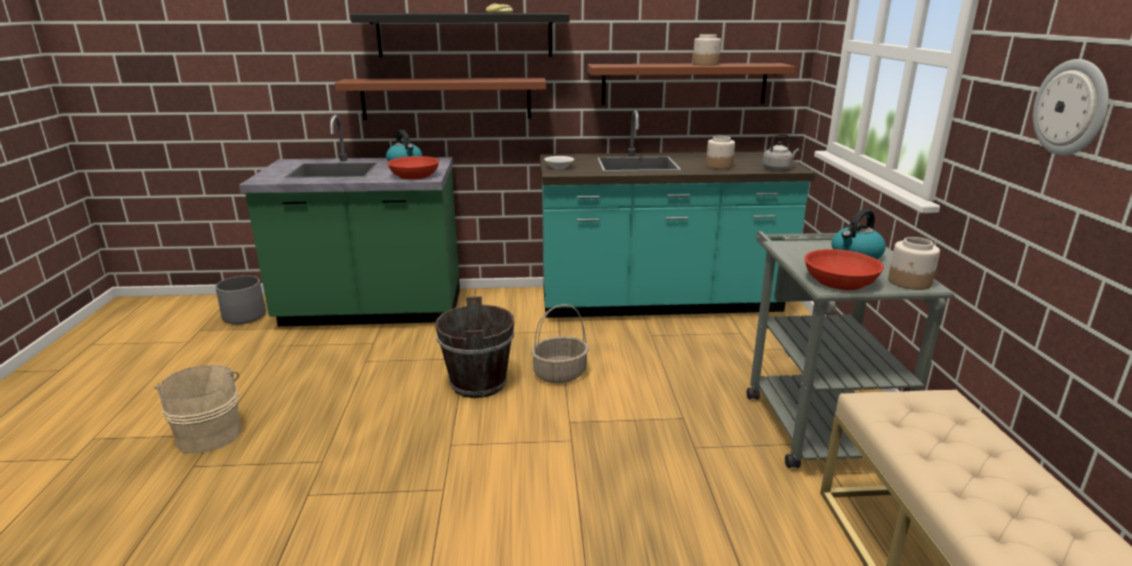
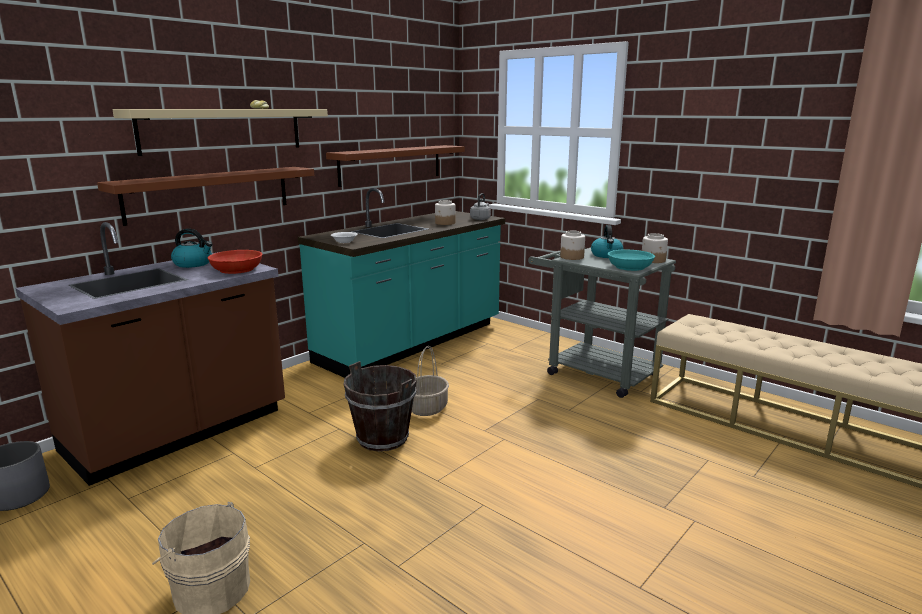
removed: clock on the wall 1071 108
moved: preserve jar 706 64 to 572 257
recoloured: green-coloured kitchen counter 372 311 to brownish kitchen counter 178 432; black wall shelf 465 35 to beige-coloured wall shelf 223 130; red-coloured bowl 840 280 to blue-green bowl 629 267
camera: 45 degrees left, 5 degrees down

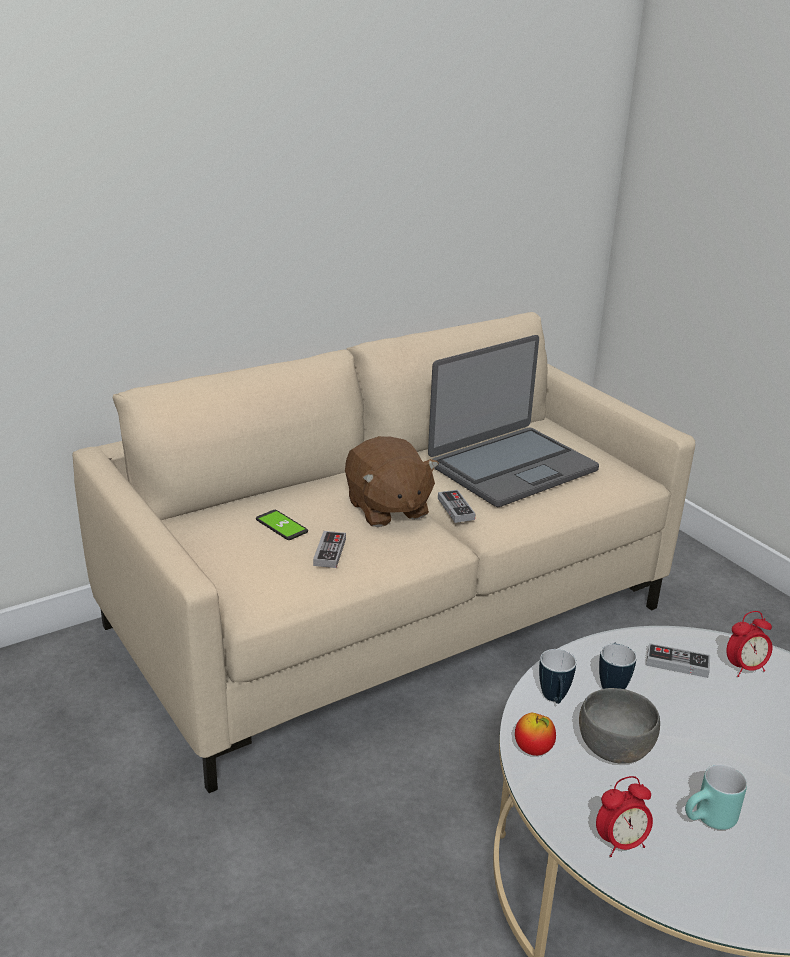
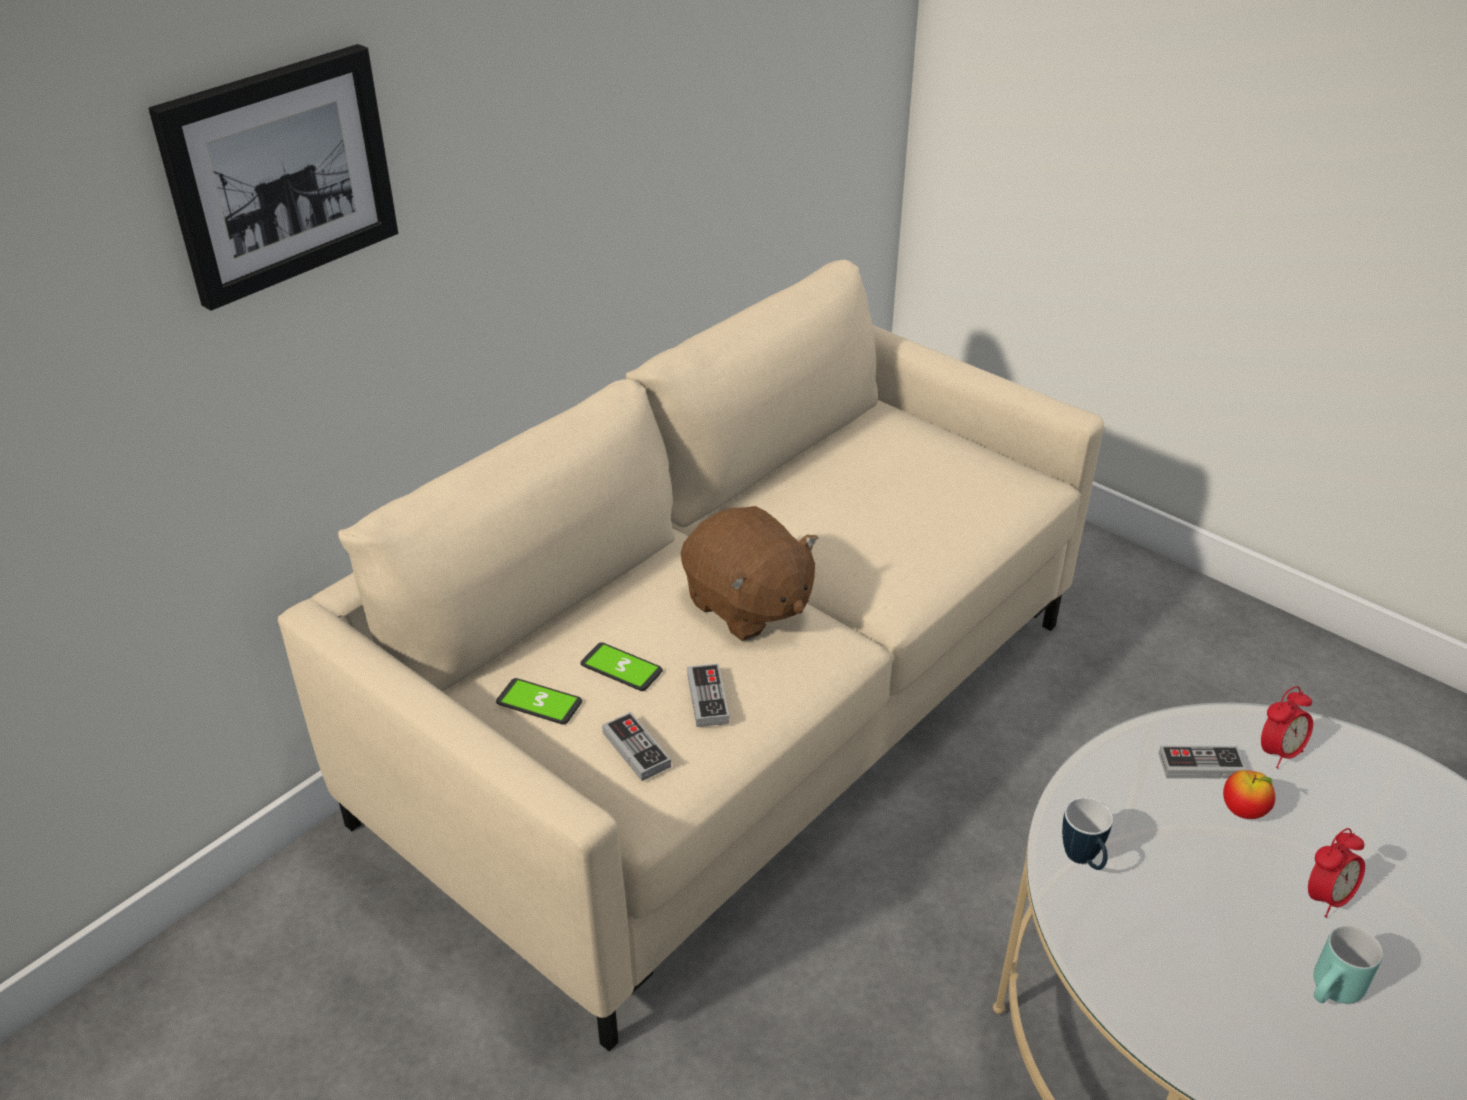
removed: portable computer 511 467; grey bowl 613 747; mug 612 685
added: wall art 279 174; telephone 539 703
moved: joypad 456 509 to 636 749; apple fruit 533 750 to 1243 811; alarm clock 620 843 to 1326 898
camera: 15 degrees left, 10 degrees up

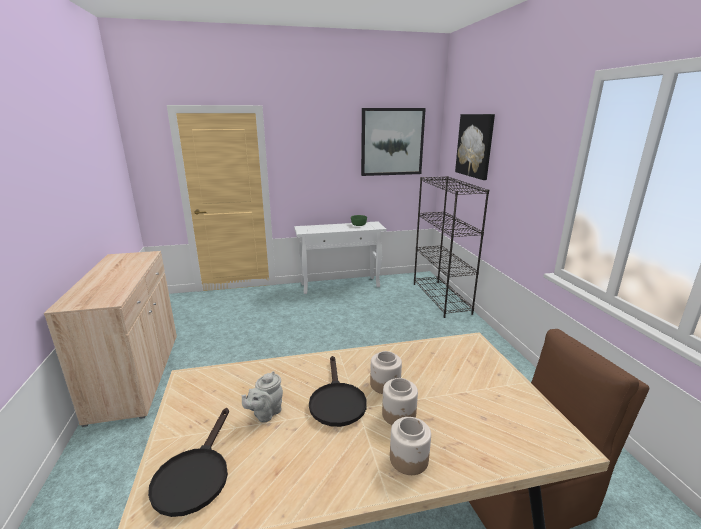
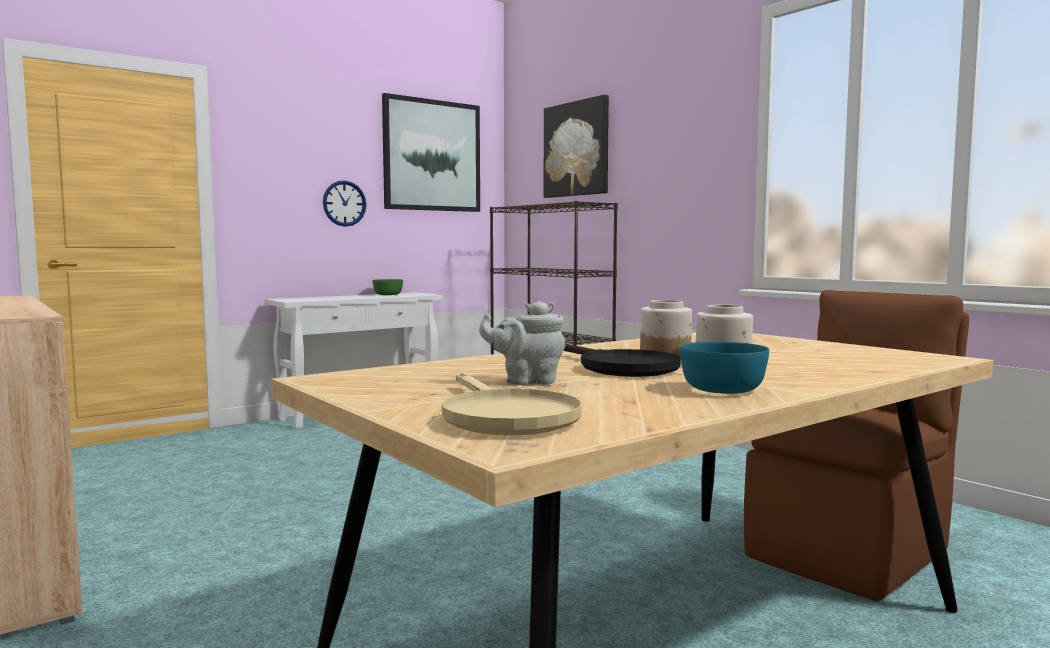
removed: preserve jar 409 458
added: clock on the wall 344 203; blue-green bowl 722 389
recoloured: black frying pan 195 474 to beige-coloured frying pan 503 416
turned: grey tea pot 265 413 = 527 381 75 degrees clockwise
camera: 25 degrees left, 15 degrees down

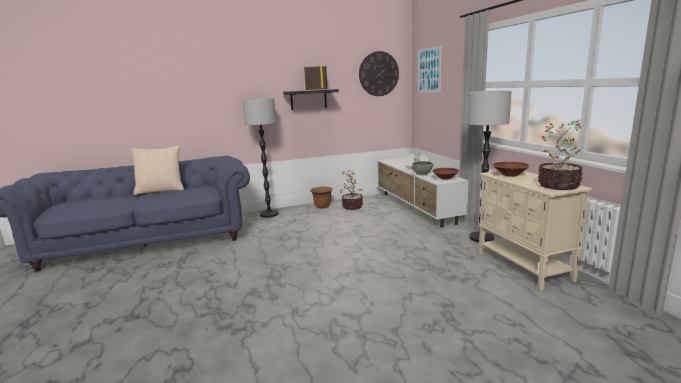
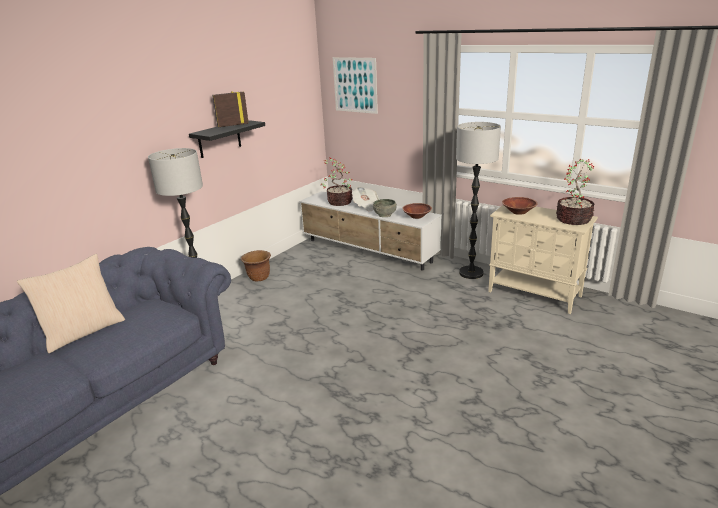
removed: clock on the wall 378 74
moved: plant in a pot 351 207 to 339 202
camera: 35 degrees left, 10 degrees up

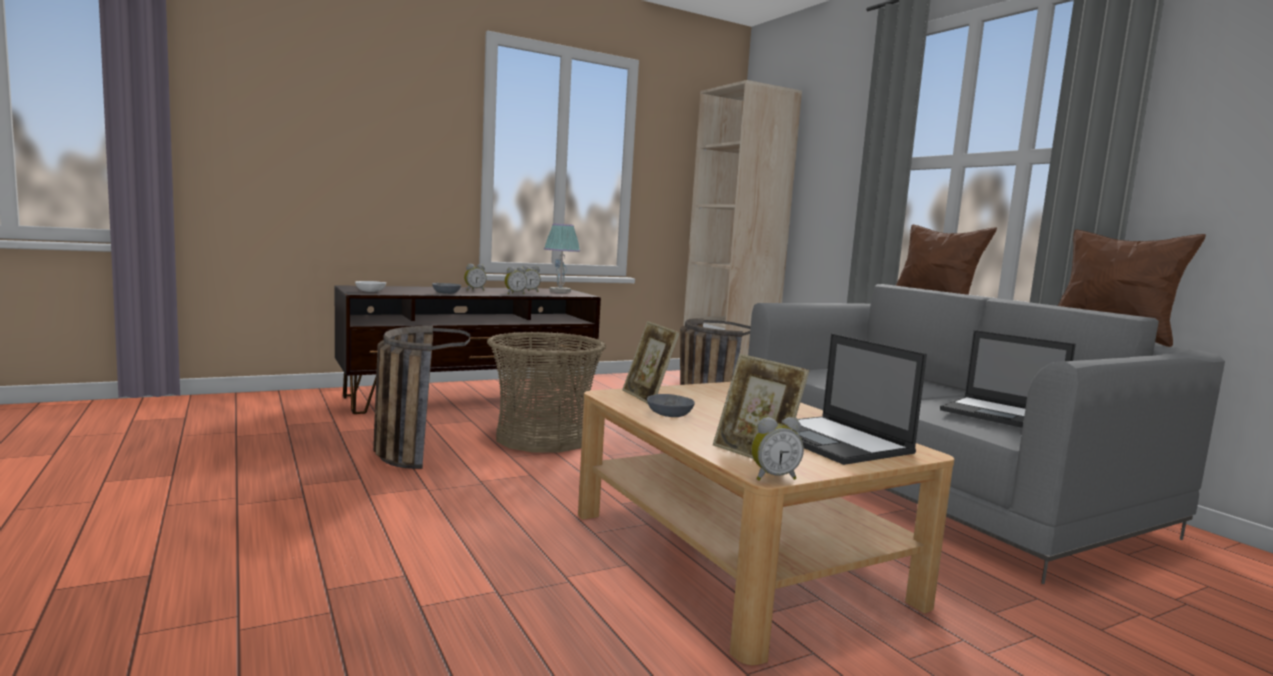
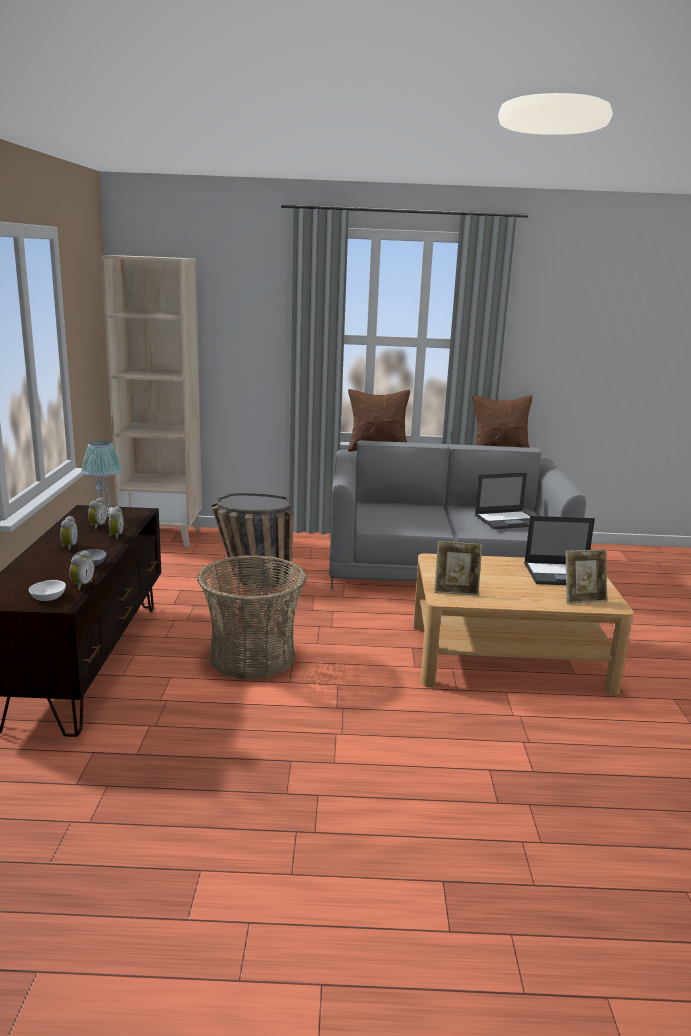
removed: storage basket 410 450; grey bowl 668 415
moved: alarm clock 773 477 to 81 585
camera: 60 degrees left, 10 degrees up

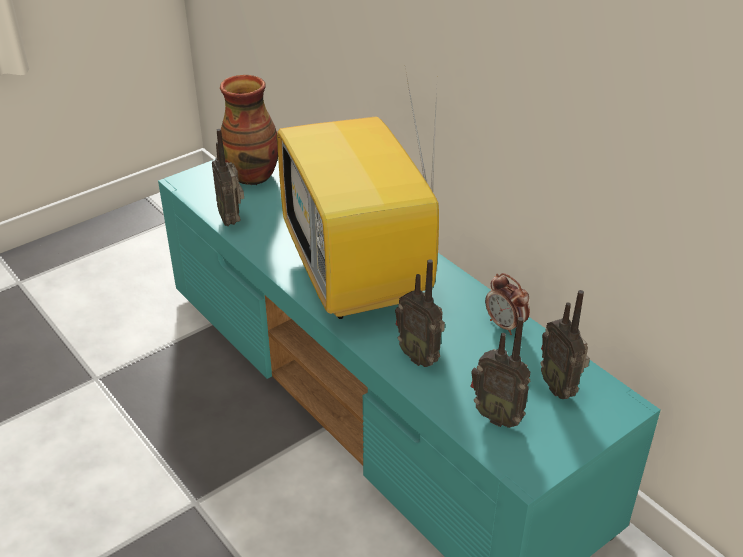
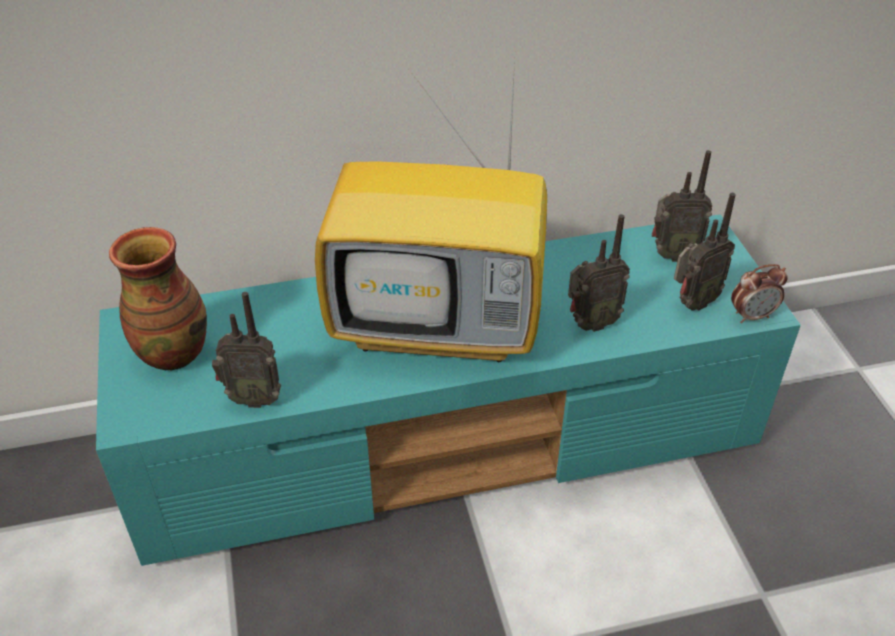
moved: alarm clock 505 325 to 752 316
camera: 65 degrees left, 5 degrees up

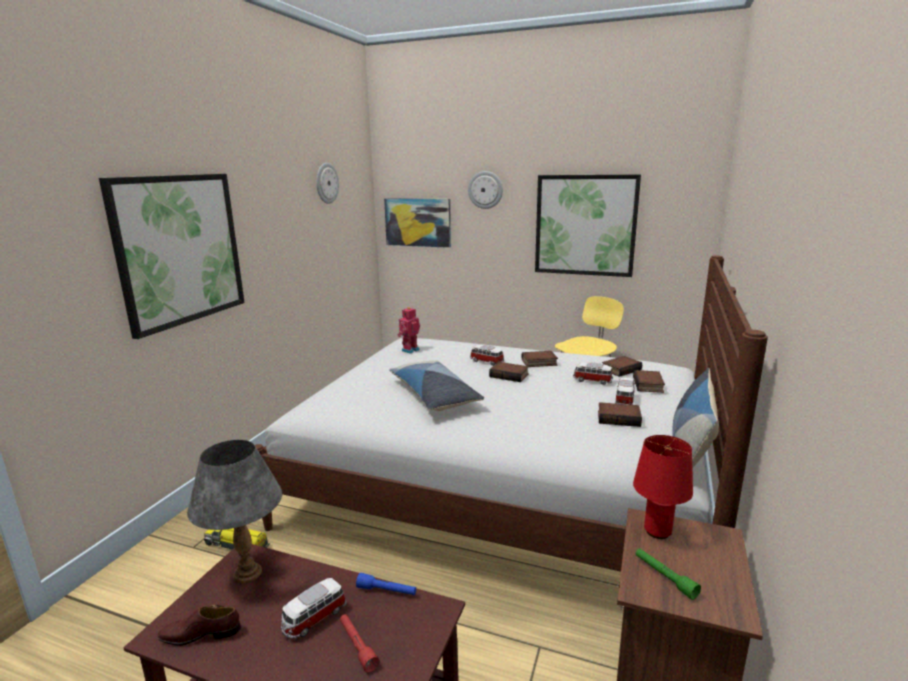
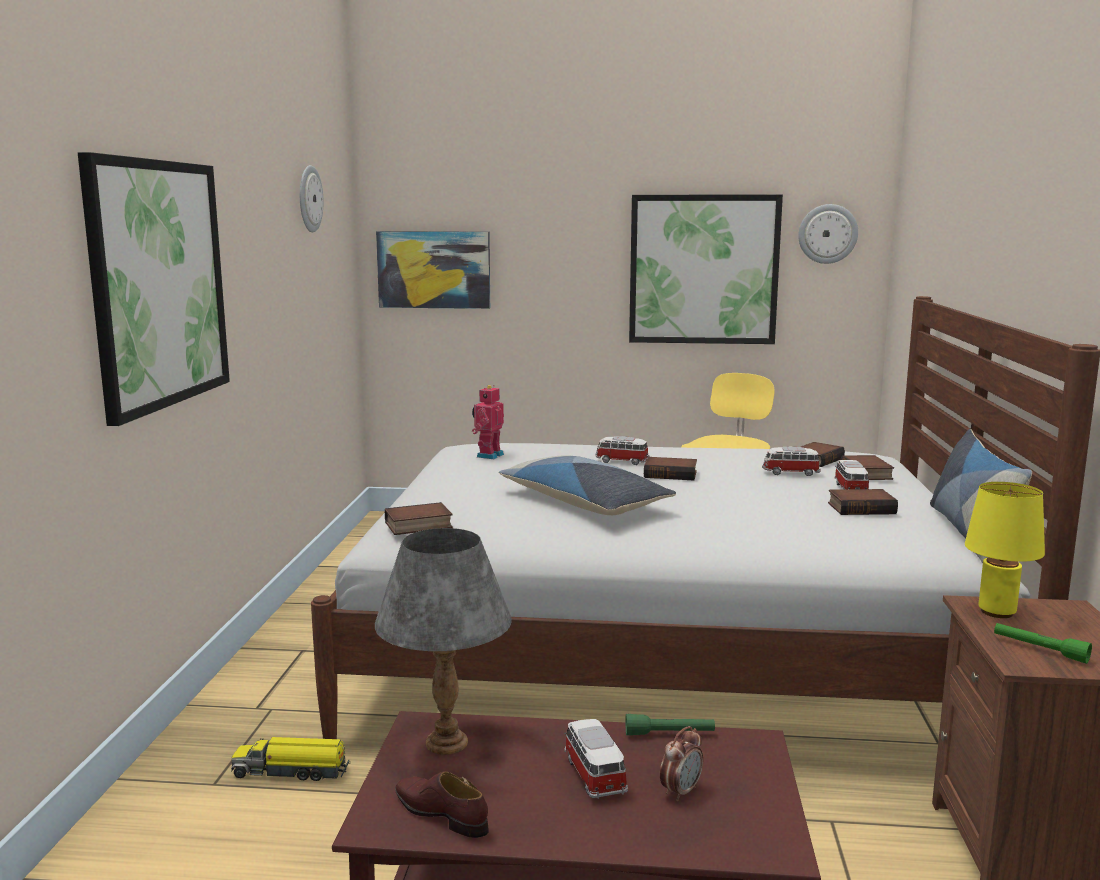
moved: clock on the wall 485 190 to 827 234; bound book 539 363 to 418 526
replaced: red-coloured torch 357 646 to alarm clock 681 791
recoloured: bluish torch 387 591 to green-coloured torch 669 734; red-coloured table lamp 658 532 to yellow table lamp 998 612
turned: brownish item of footwear 200 634 = 441 813 60 degrees clockwise; toy car 313 619 = 593 775 135 degrees clockwise
camera: 15 degrees left, 5 degrees down

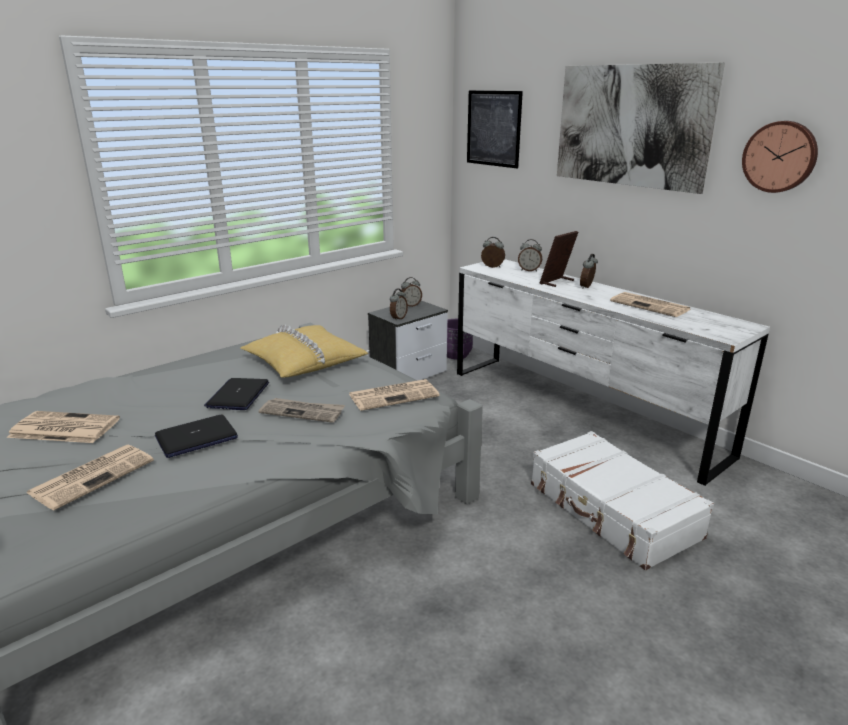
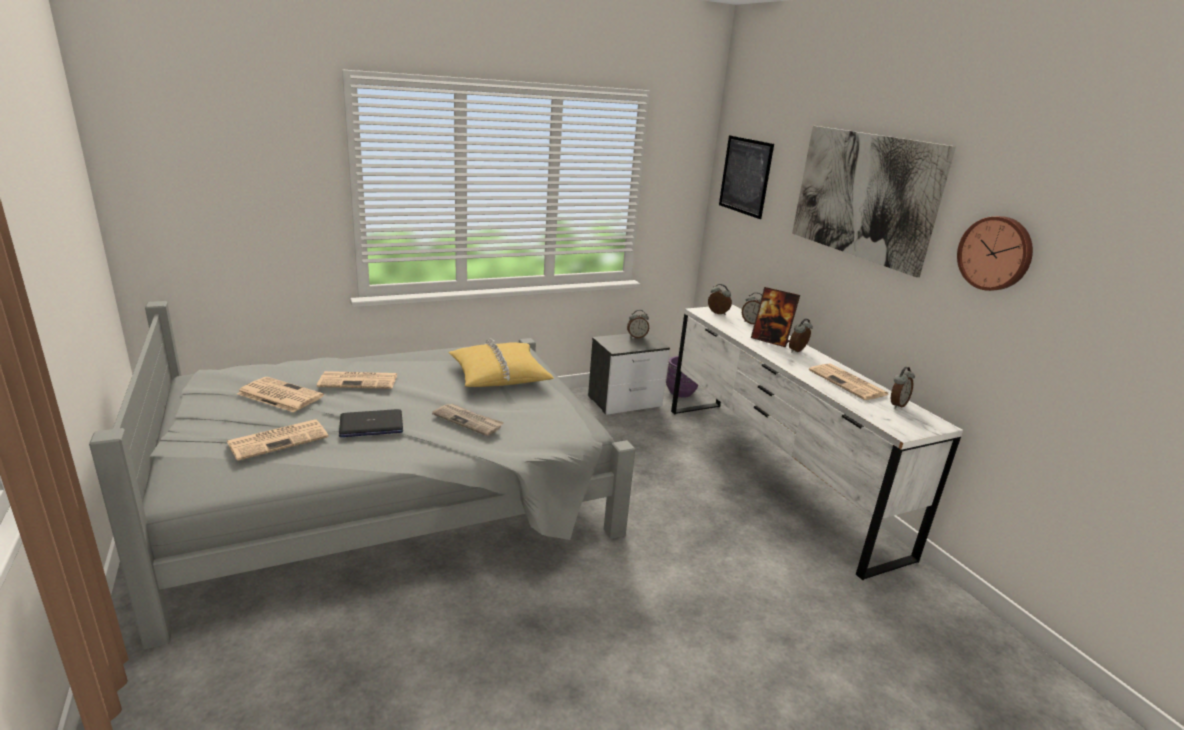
removed: portable computer 238 395; whitish piece of luggage 612 511
moved: printed paper 394 395 to 359 381; alarm clock 398 318 to 896 405
turned: picture frame 557 282 = 770 340 120 degrees counterclockwise
camera: 15 degrees right, 0 degrees up

